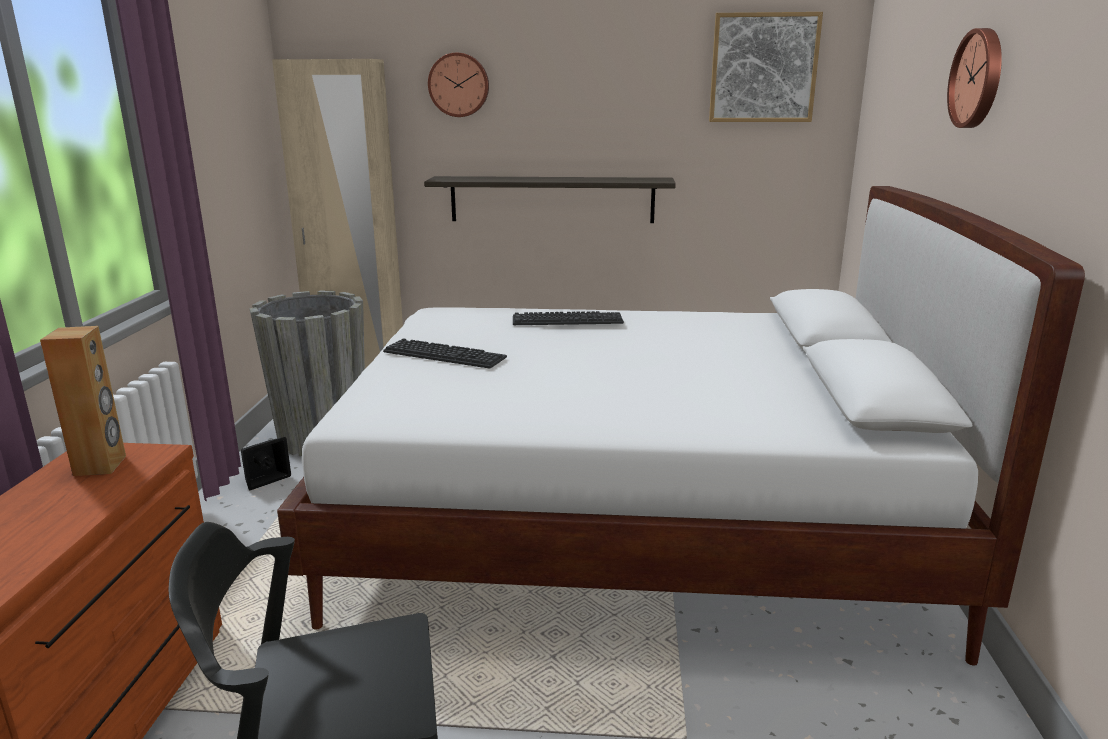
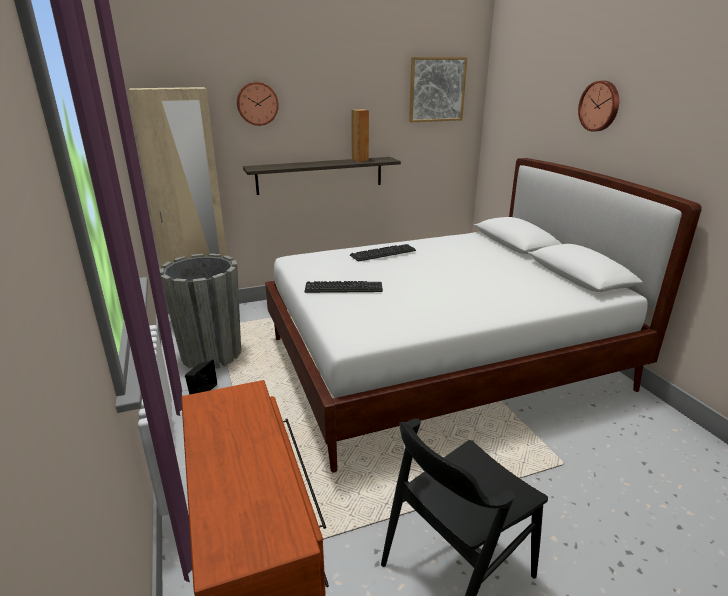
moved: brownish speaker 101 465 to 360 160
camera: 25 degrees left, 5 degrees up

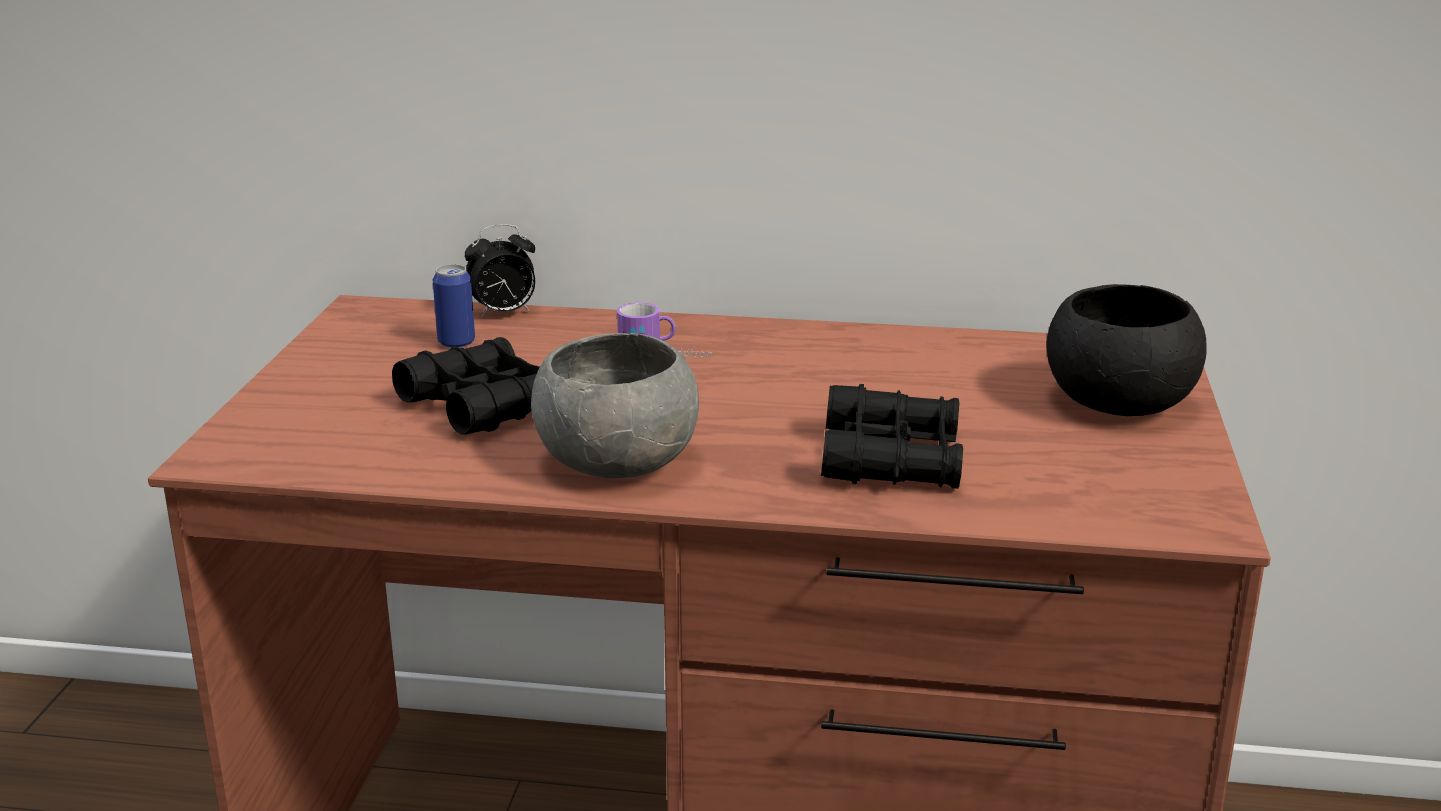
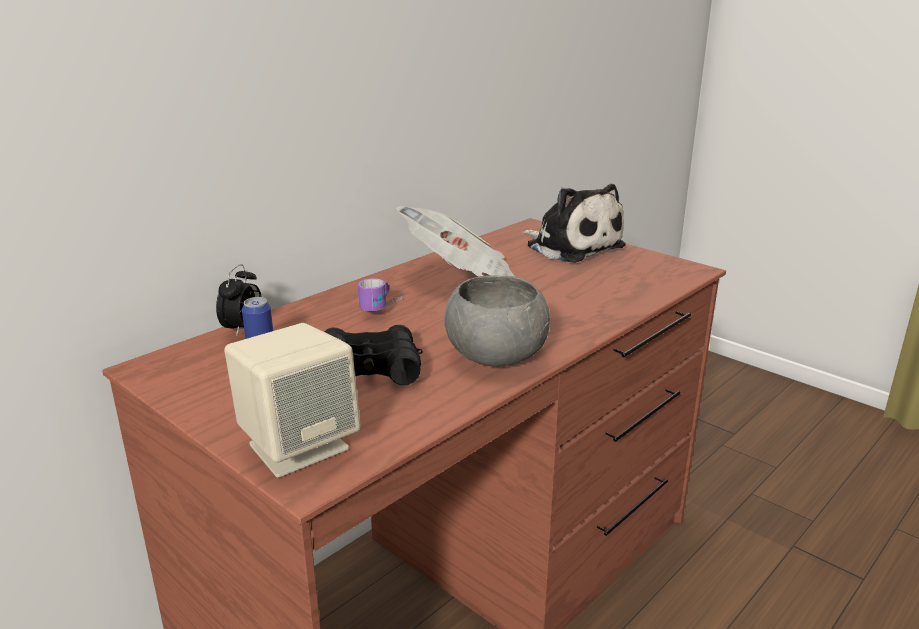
removed: black field glasses 892 459
added: beige-coloured speaker 298 446; printed paper 461 276
replaced: black bowl 1120 403 to plush toy 571 246
camera: 55 degrees left, 0 degrees up

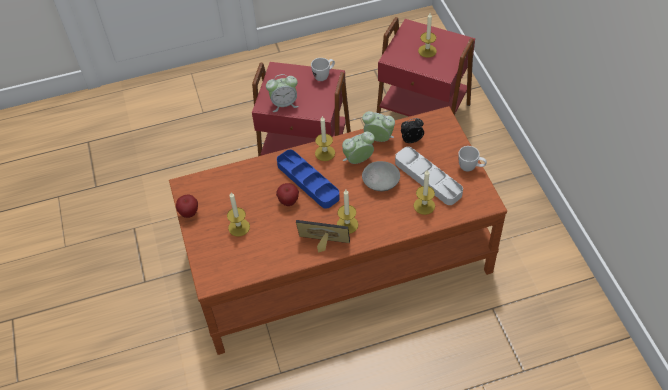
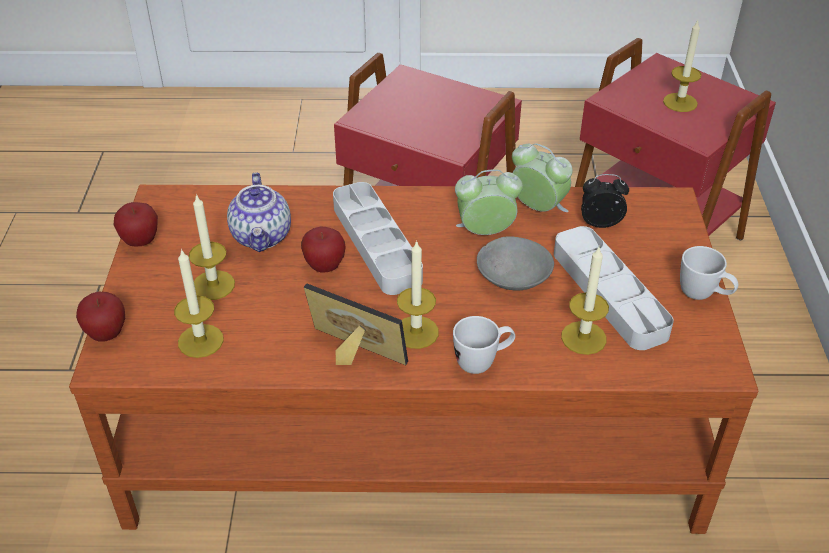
removed: alarm clock 284 104
added: apple fruit 107 334; tea pot 262 236
moved: whitish mug 324 76 to 483 362; candle 325 153 to 200 341
recoloured: bluish tray 308 181 to grey tray 376 243
camera: 15 degrees right, 10 degrees down

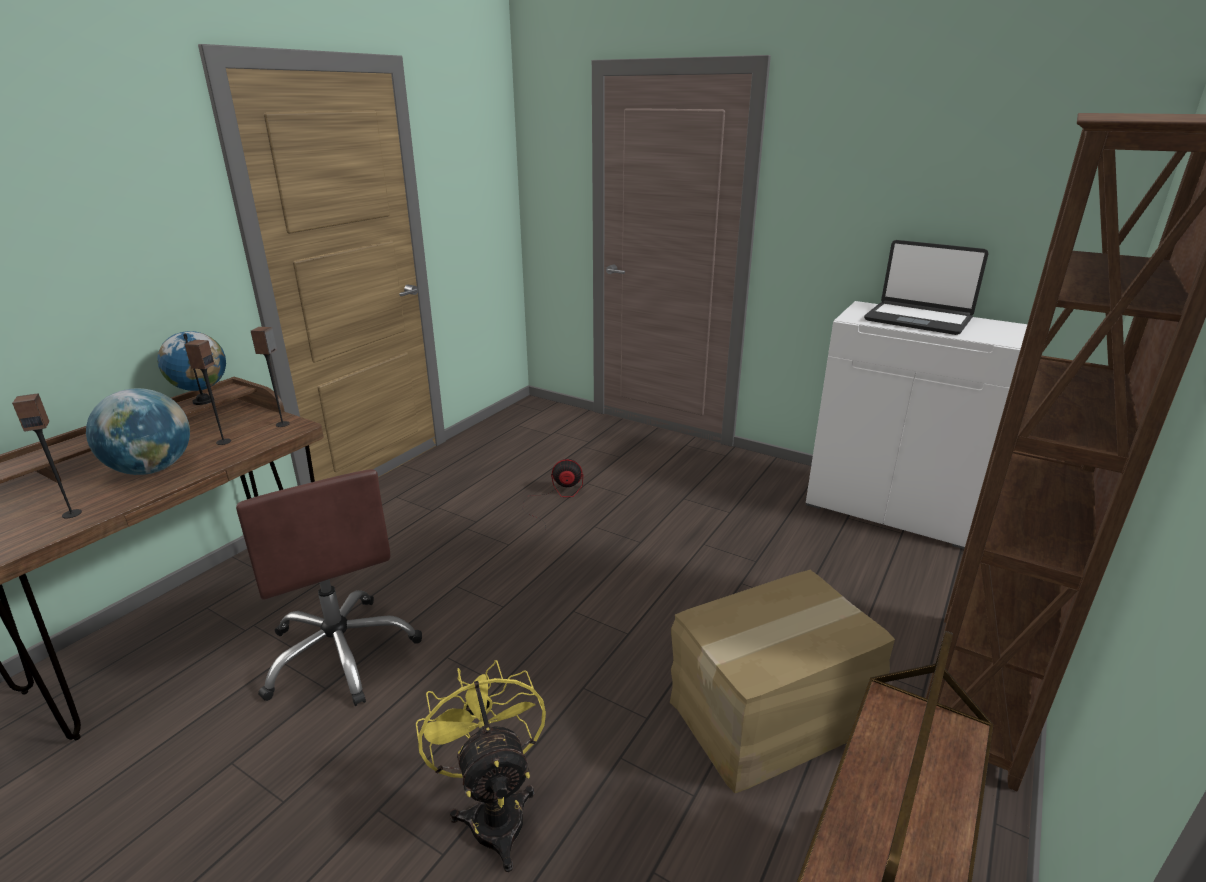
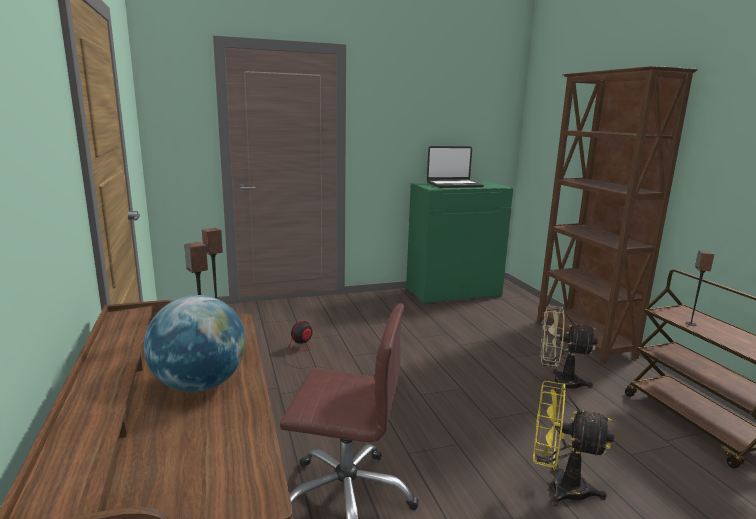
removed: globe 204 401
moved: speaker 72 513 to 690 324
replaced: cardboard box 770 717 to beige-coloured fan 558 382
recoloured: whitish storage cabinet 892 508 to green-coloured storage cabinet 453 292
camera: 50 degrees left, 10 degrees down

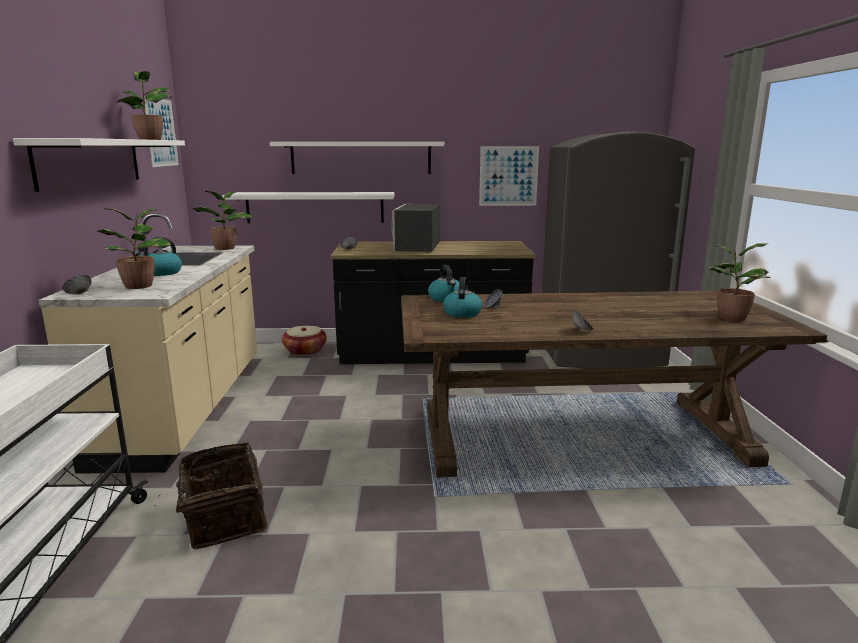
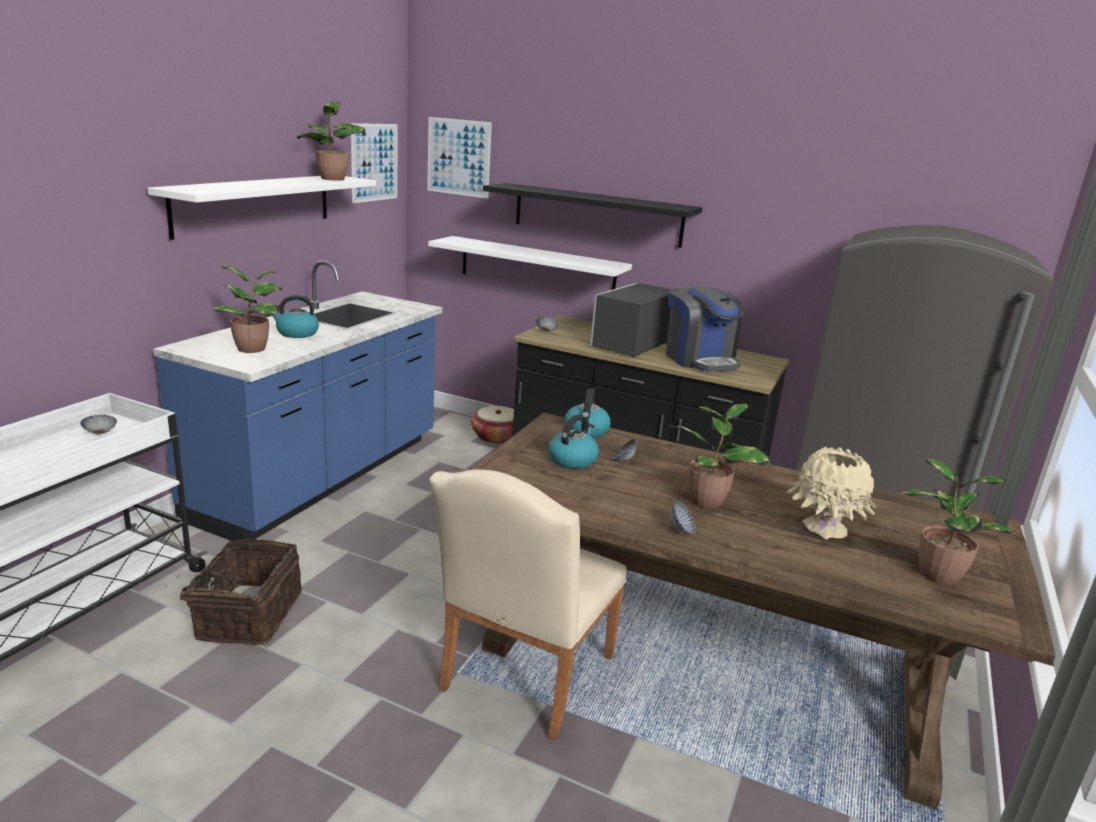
added: beige-coloured plain chair 522 679; coffee brewer 700 360; beige-coloured flower vase 824 528
moved: bowl 79 294 to 100 434; plant in a pot 226 248 to 707 500; wall art 508 176 to 458 157
recoloured: beige-coloured kitchen counter 187 409 to bluish kitchen counter 322 477; whitish wall shelf 361 158 to black wall shelf 597 214
camera: 25 degrees right, 5 degrees up

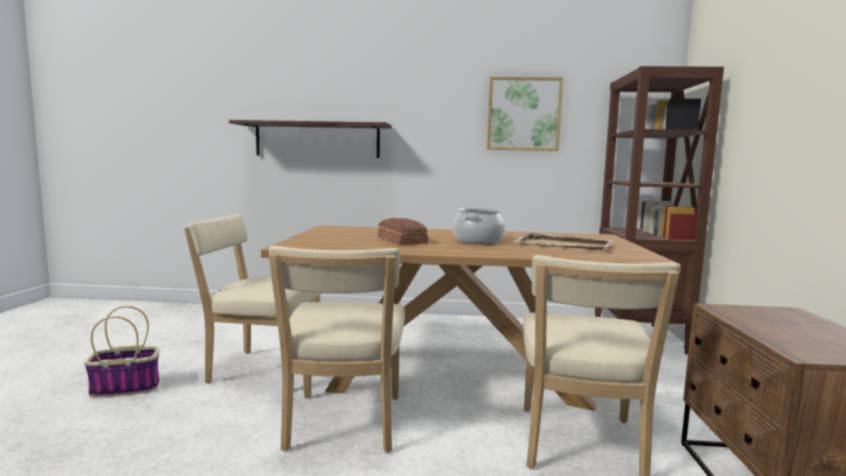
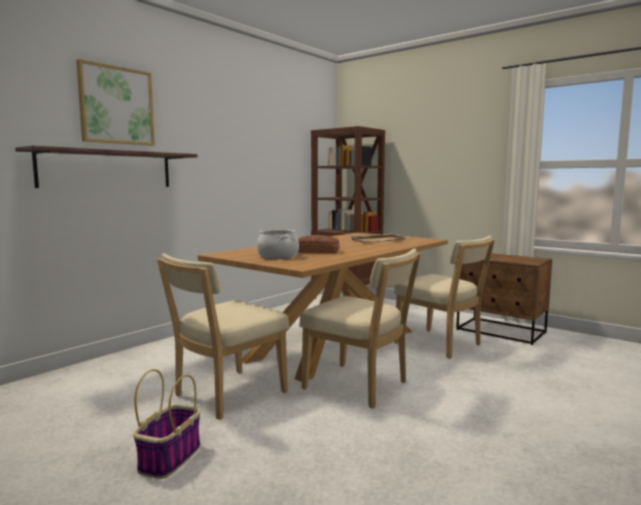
moved: stockpot 478 241 to 277 256; wall art 523 114 to 116 105
camera: 55 degrees left, 0 degrees up

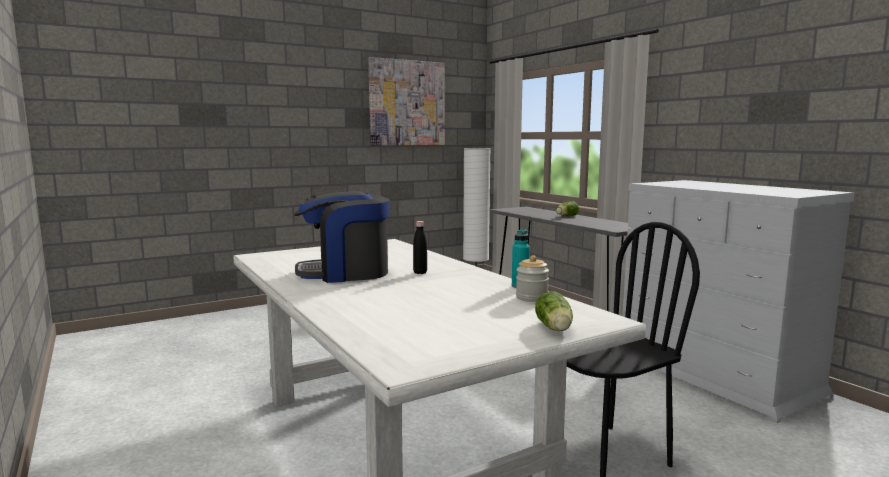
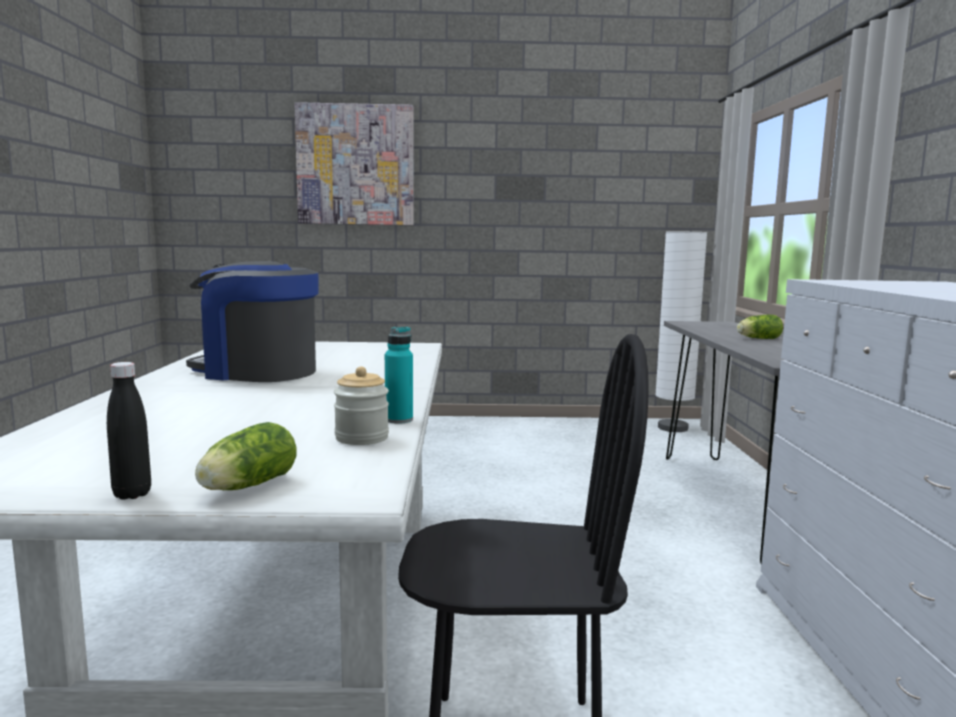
moved: wall art 407 103 to 355 165; black beverage bottle 420 272 to 132 494
camera: 30 degrees right, 0 degrees up

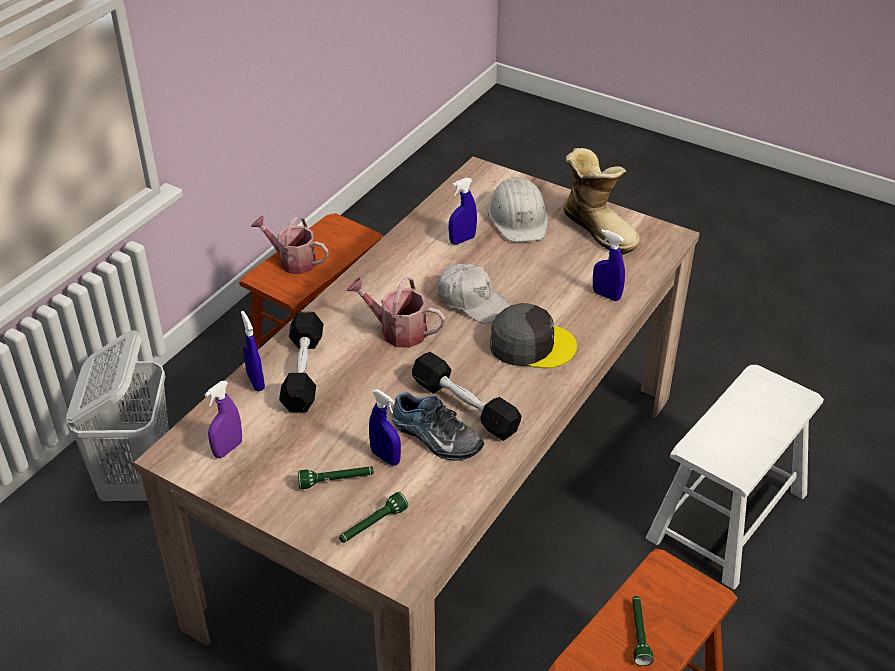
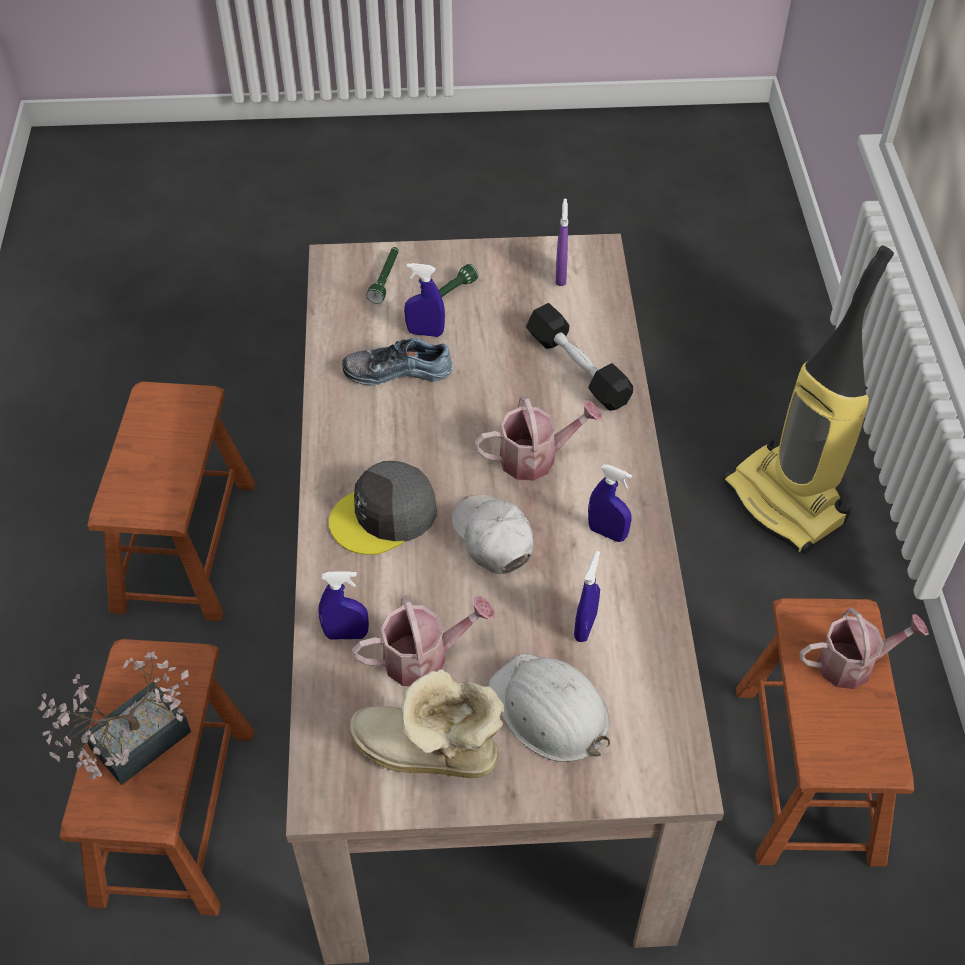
removed: black dumbbell 465 407; green-coloured torch 638 634
added: plant in a pot 130 746; sprinkling can 424 657
moved: bluish spray bottle 256 382 to 607 533
replaced: whitish laundry basket 138 480 to vacuum 786 503
recoloured: whitish sitting stool 727 515 to brownish sitting stool 174 815
turned: whitish peaked cap 472 301 = 493 538 60 degrees clockwise
camera: 145 degrees right, 10 degrees up

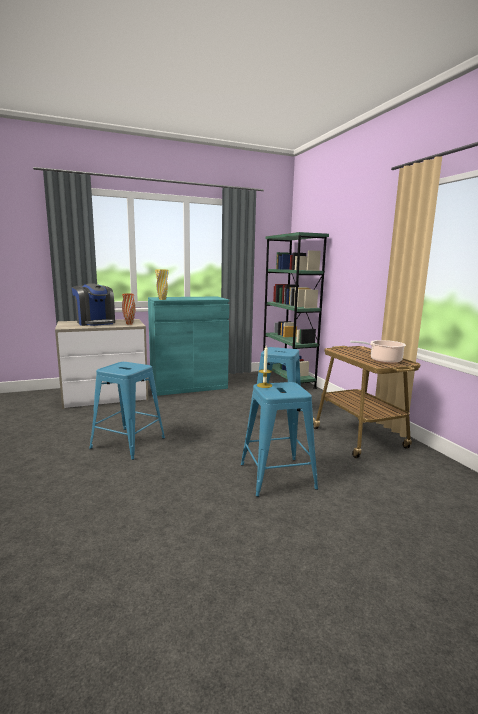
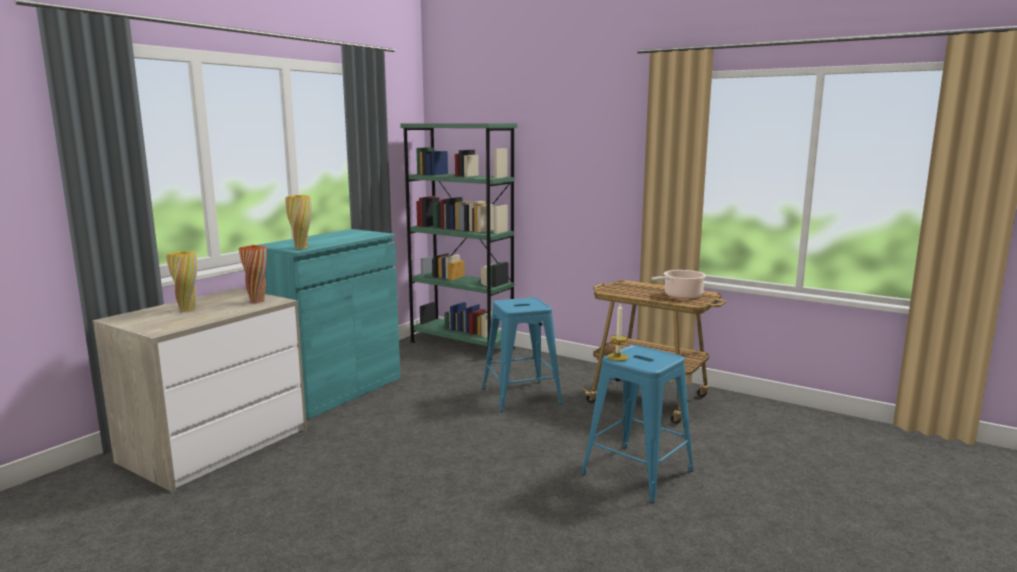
removed: bluish sitting stool 128 443
replaced: coffee brewer 95 323 to yellow flower vase 187 310
camera: 35 degrees left, 0 degrees up

